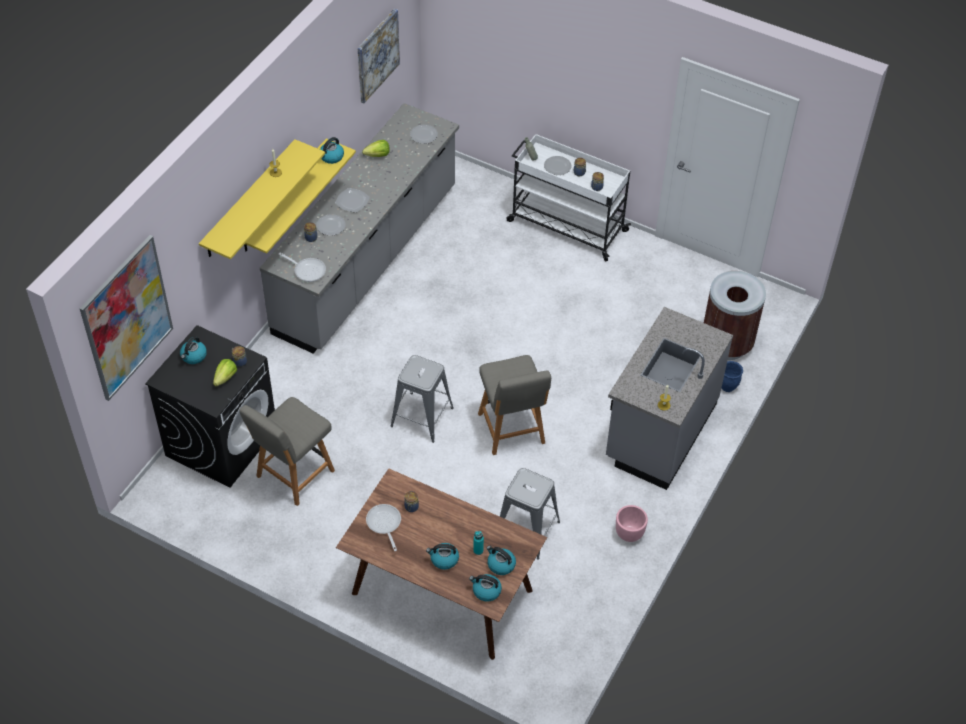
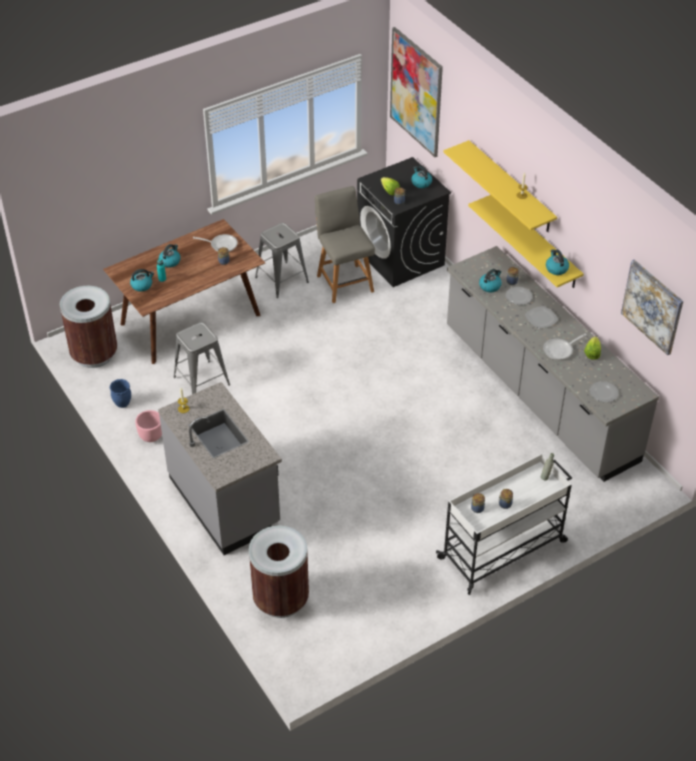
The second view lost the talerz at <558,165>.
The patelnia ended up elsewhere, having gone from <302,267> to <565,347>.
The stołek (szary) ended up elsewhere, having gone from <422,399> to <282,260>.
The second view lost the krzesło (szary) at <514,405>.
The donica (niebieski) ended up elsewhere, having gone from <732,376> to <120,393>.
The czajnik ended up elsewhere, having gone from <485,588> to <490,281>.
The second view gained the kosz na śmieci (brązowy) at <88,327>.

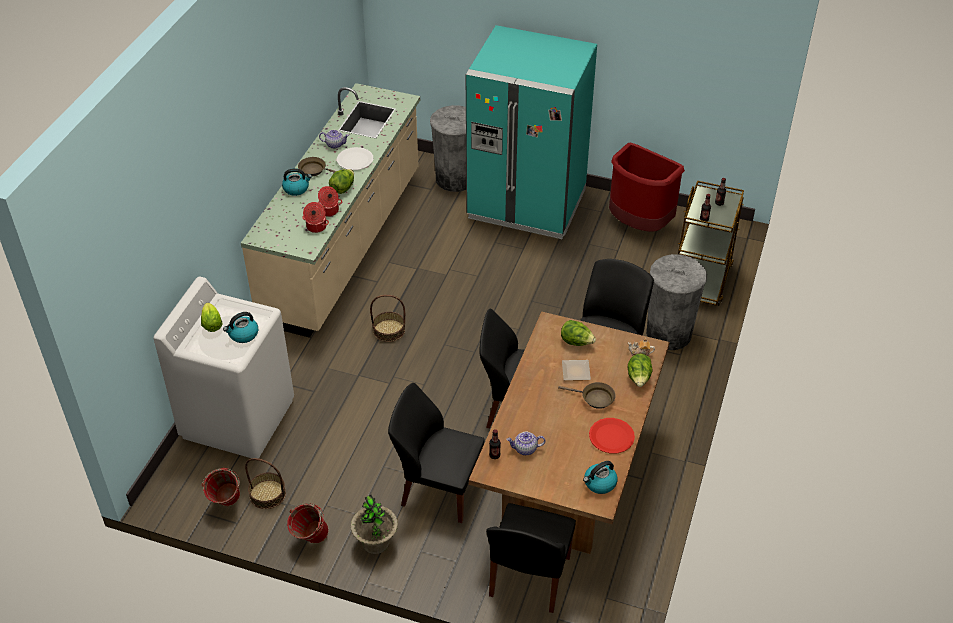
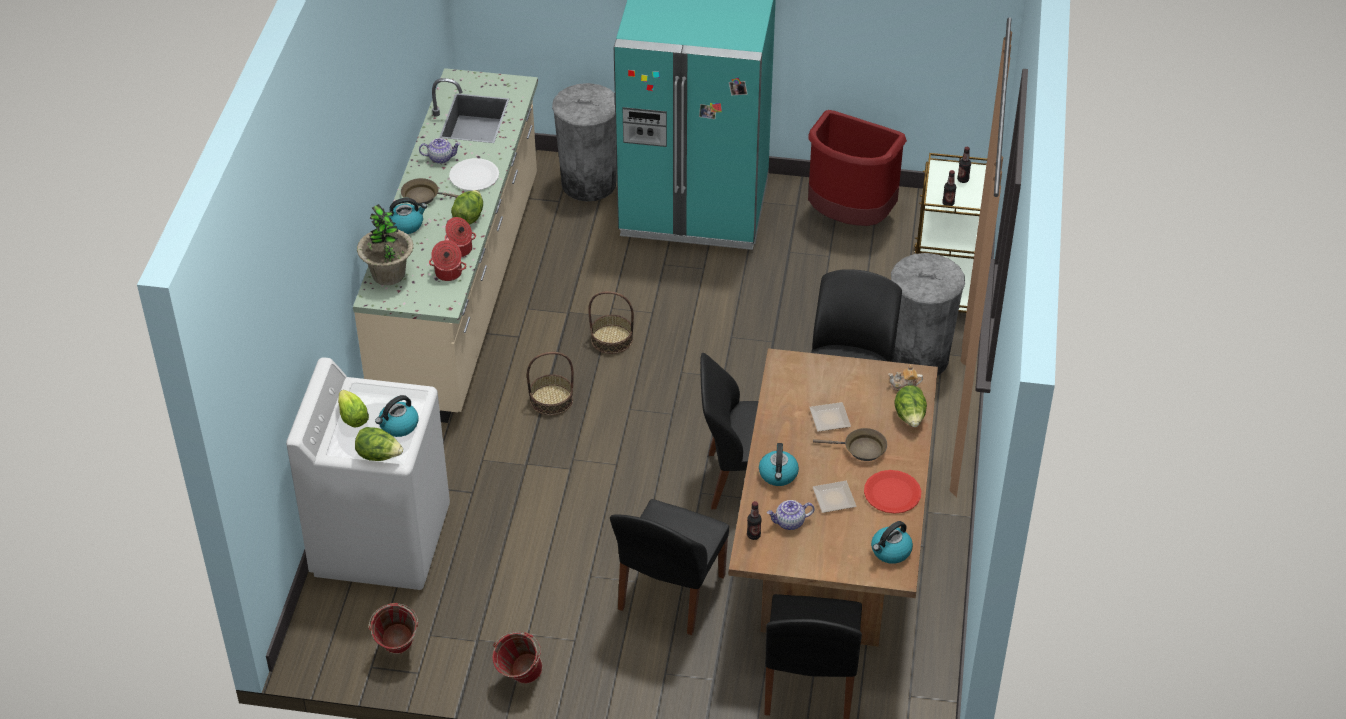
The sałata ended up elsewhere, having gone from <578,333> to <379,444>.
The krzesło (czarny) at <436,453> ended up facing another way, 75 degrees counterclockwise from before.
The koszyk ended up elsewhere, having gone from <265,483> to <611,322>.
The roślina doniczkowa ended up elsewhere, having gone from <374,524> to <385,244>.
The second view gained the czajnik at <779,464>.
The second view gained the talerz at <834,497>.

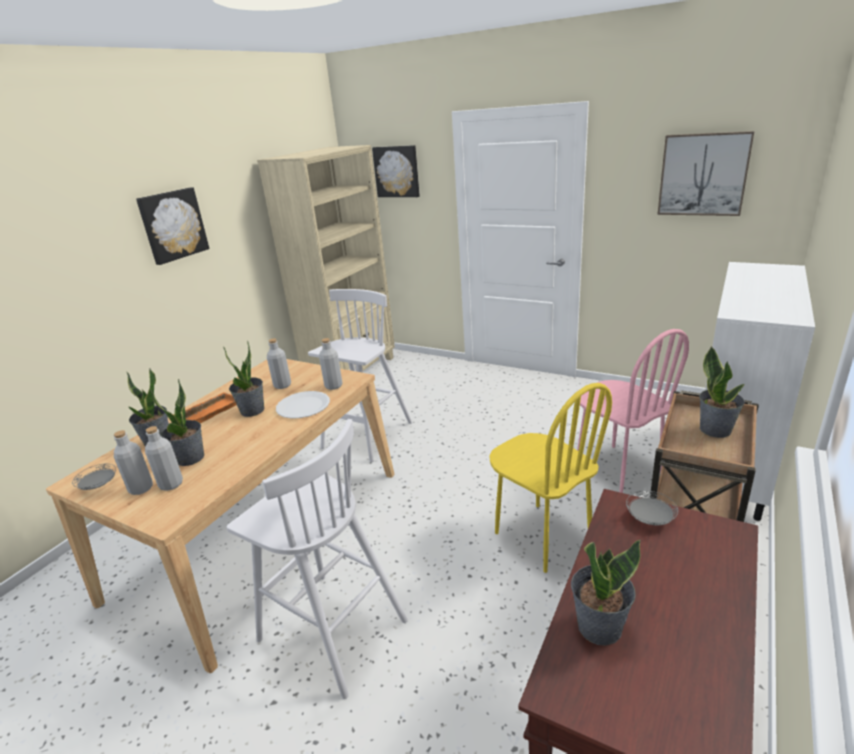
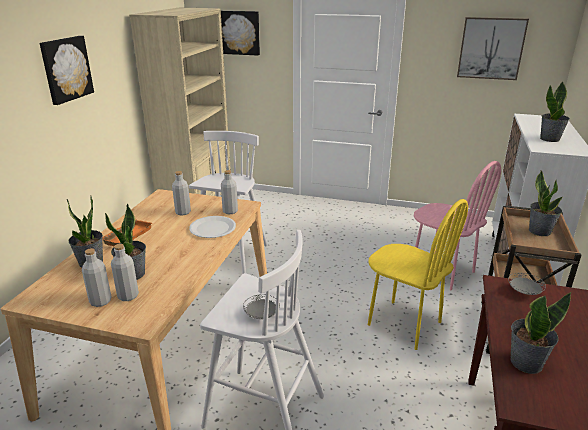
The roślina doniczkowa ended up elsewhere, having gone from <244,378> to <555,111>.
The talerz (szary) ended up elsewhere, having gone from <94,477> to <261,306>.

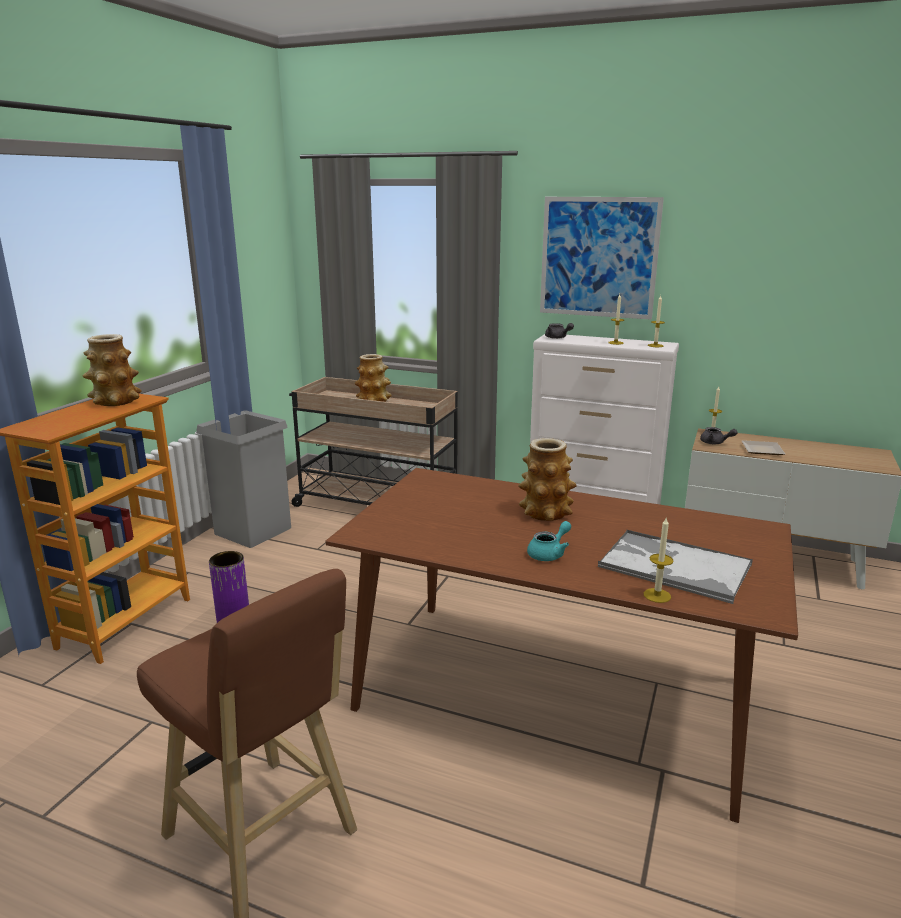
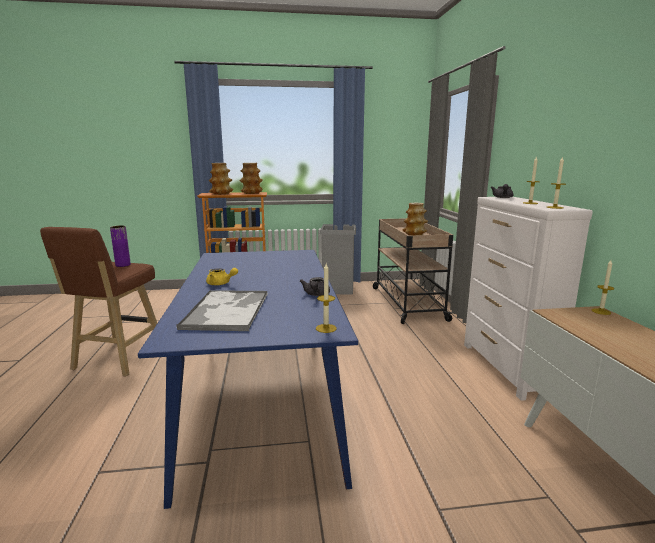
The second view lost the obraz at <602,258>.
The imbryk (szary) ended up elsewhere, having gone from <719,435> to <315,286>.
The wazon ended up elsewhere, having gone from <547,479> to <221,179>.
The second view lost the talerz at <763,447>.
What was the stół jadalny (brązowy) at <561,645> turned into the stół jadalny (niebieski) at <248,379>.
The świeca ended up elsewhere, having gone from <659,560> to <326,298>.
What was the imbryk (turkusowy) at <549,541> turned into the imbryk (żółty) at <222,276>.

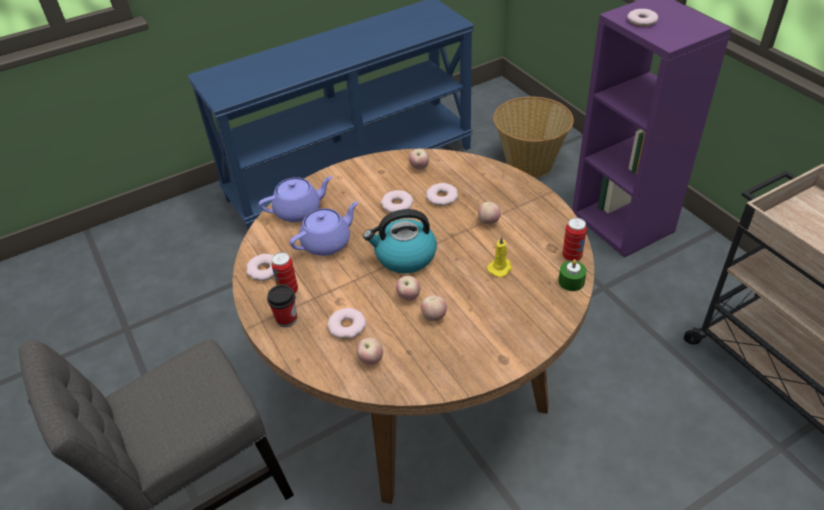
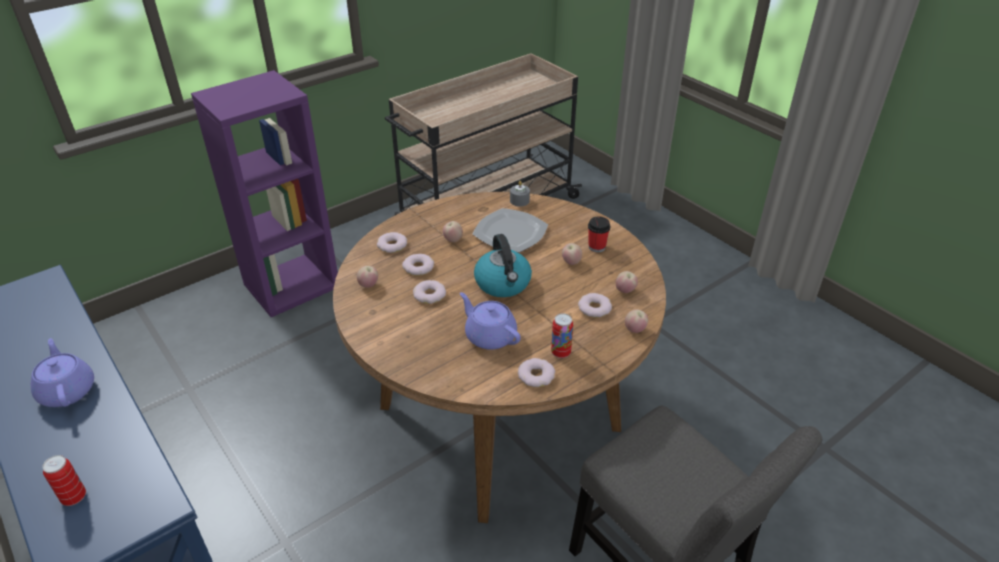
The donut ended up elsewhere, having gone from <642,17> to <392,242>.
The second view lost the koszyk at <533,137>.
The imbryk (fioletowy) ended up elsewhere, having gone from <296,199> to <62,372>.
The puszka ended up elsewhere, having gone from <574,239> to <64,480>.
Where the świeca (żółty) stood at <499,256>, the talerz came to stand at <510,230>.
What was the świeca (zielony) at <572,275> turned into the świeca (szary) at <520,194>.
The jabłko ended up elsewhere, having gone from <408,288> to <636,321>.
The filiżanka ended up elsewhere, having gone from <282,305> to <599,234>.

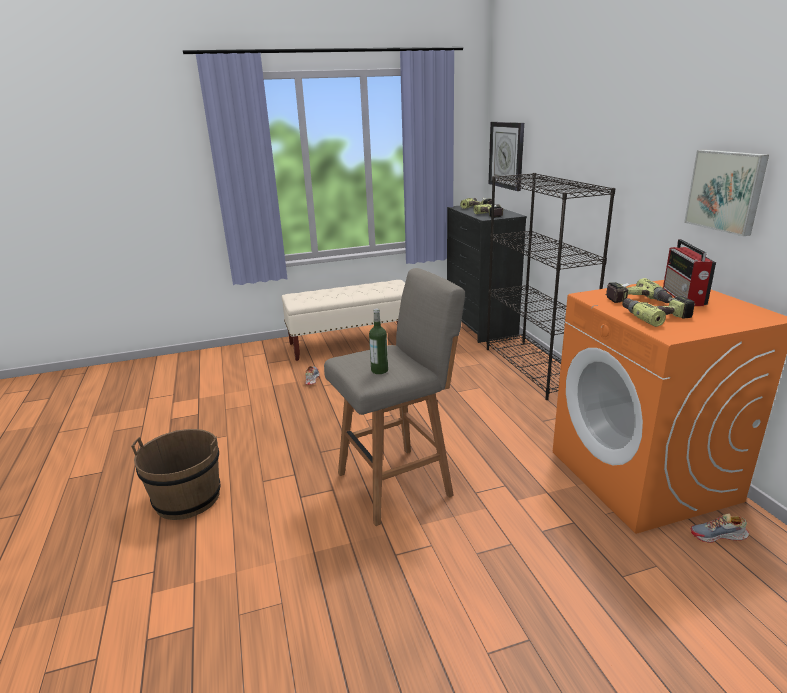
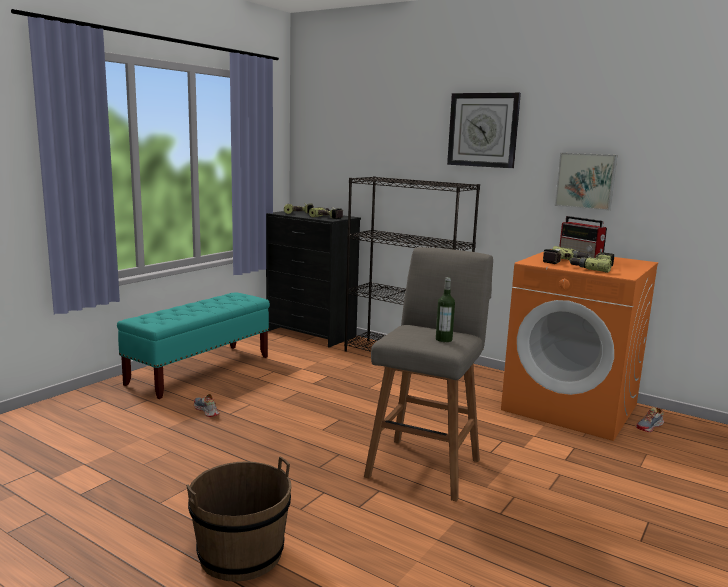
The zegar ścienny ended up elsewhere, having gone from <506,156> to <484,130>.
What was the ławka (beżowy) at <343,320> turned into the ławka (turkusowy) at <193,346>.

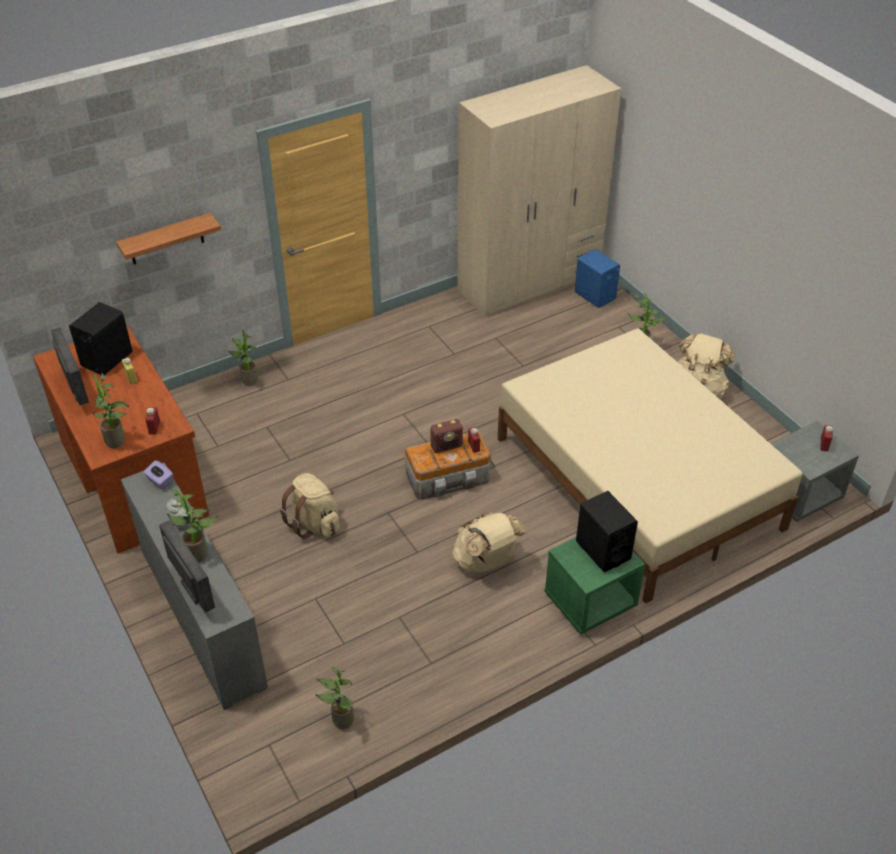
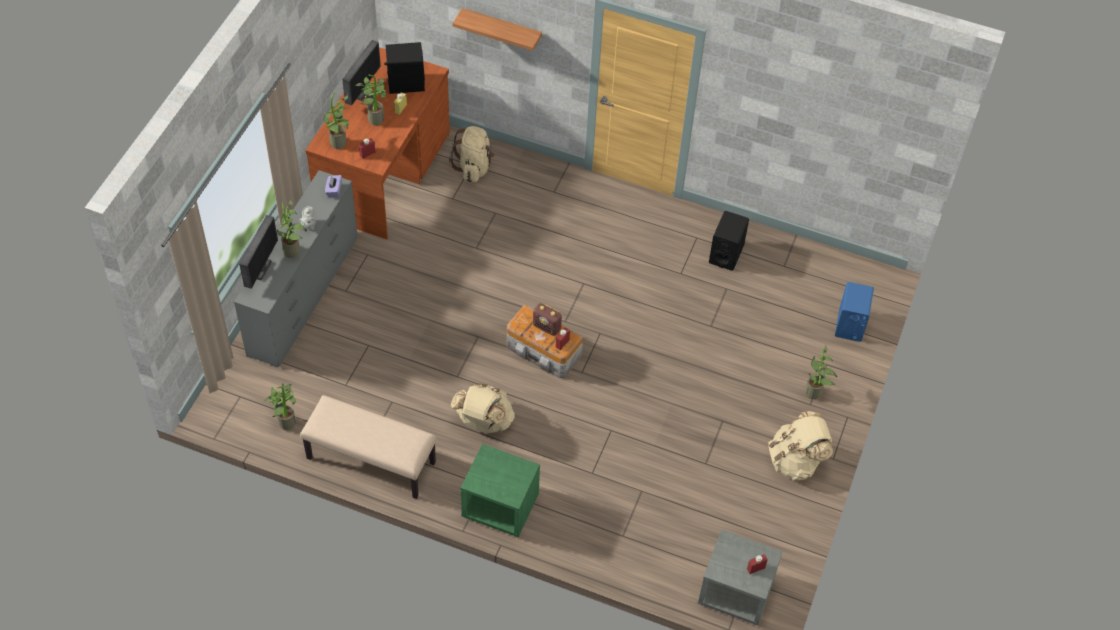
The second view lost the szafa (beżowy) at <539,191>.
The second view lost the łóżko (beżowy) at <650,466>.
The roślina doniczkowa ended up elsewhere, having gone from <243,357> to <370,100>.
The plecak (beżowy) ended up elsewhere, having gone from <310,506> to <472,154>.
The głośnik (czarny) ended up elsewhere, having gone from <607,531> to <729,241>.
The second view gained the ławka (beżowy) at <368,447>.

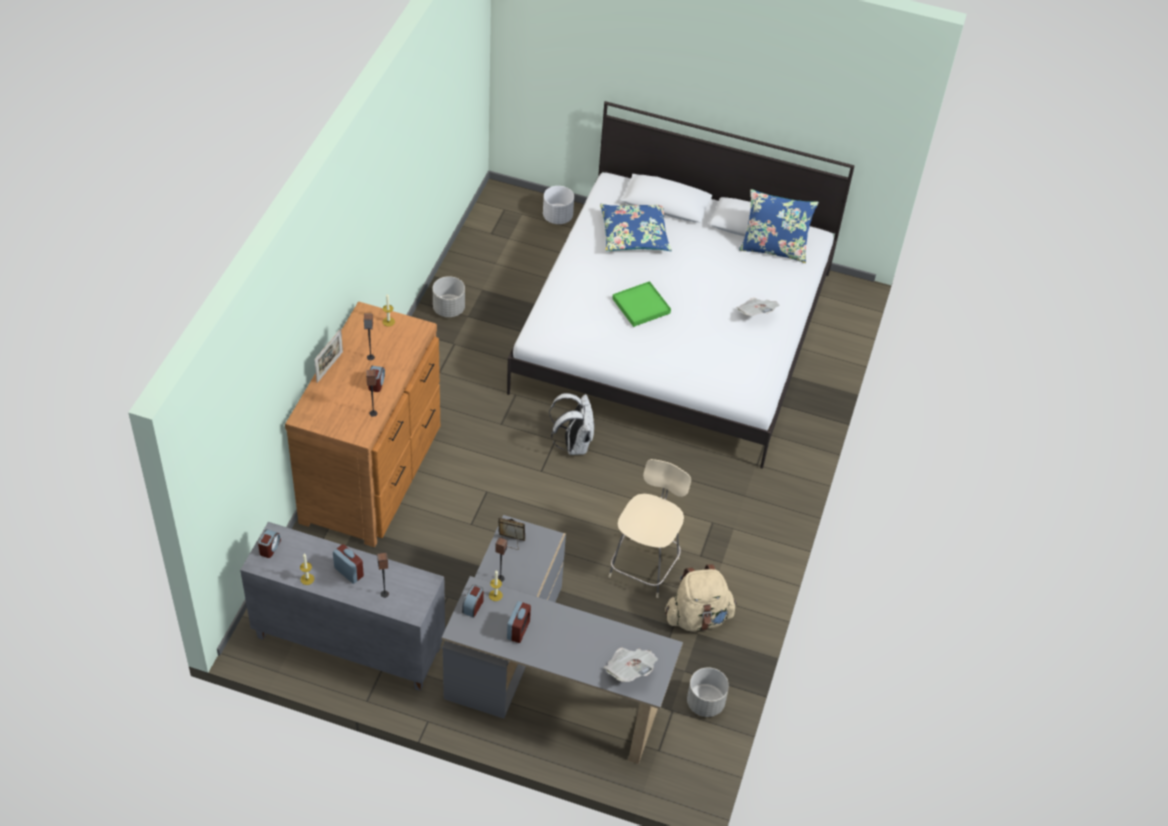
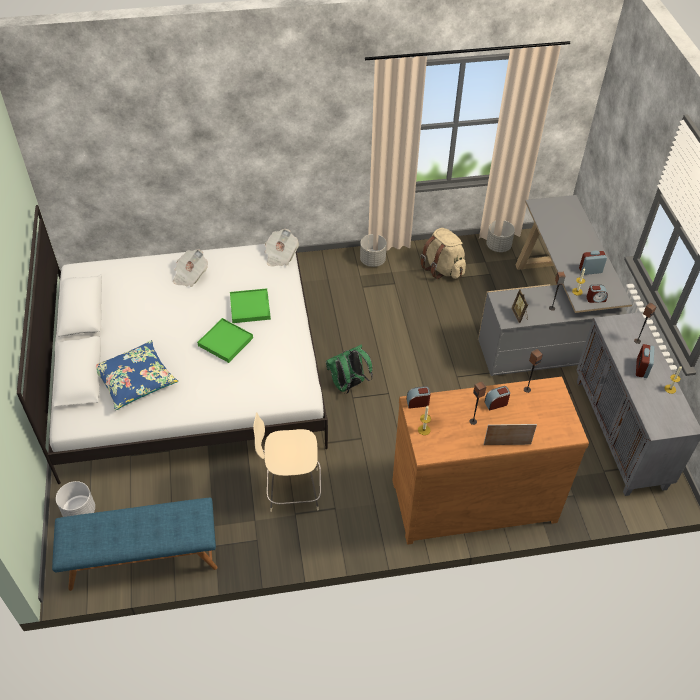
The second view lost the poduszka (niebieski) at <779,226>.
The donica (szary) ended up elsewhere, having gone from <449,296> to <373,250>.
What was the plecak (biały) at <572,424> turned into the plecak (zielony) at <349,369>.
The krzesło (beżowy) ended up elsewhere, having gone from <649,528> to <287,462>.
The budzik ended up elsewhere, having gone from <269,543> to <419,397>.
The gazeta ended up elsewhere, having gone from <631,665> to <282,247>.
The second view gained the taca (zielony) at <250,305>.
The second view gained the ławka (niebieski) at <134,544>.

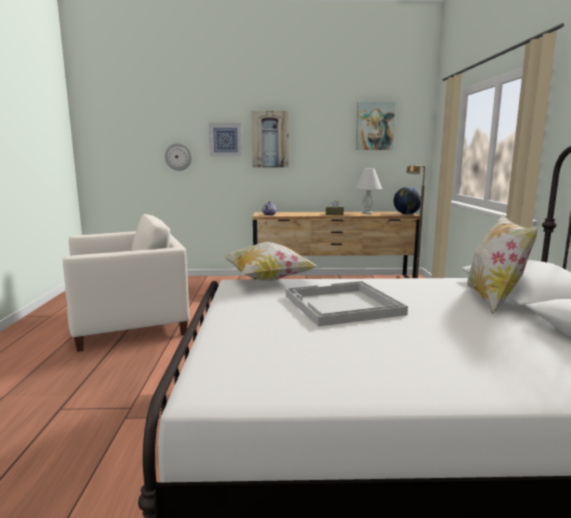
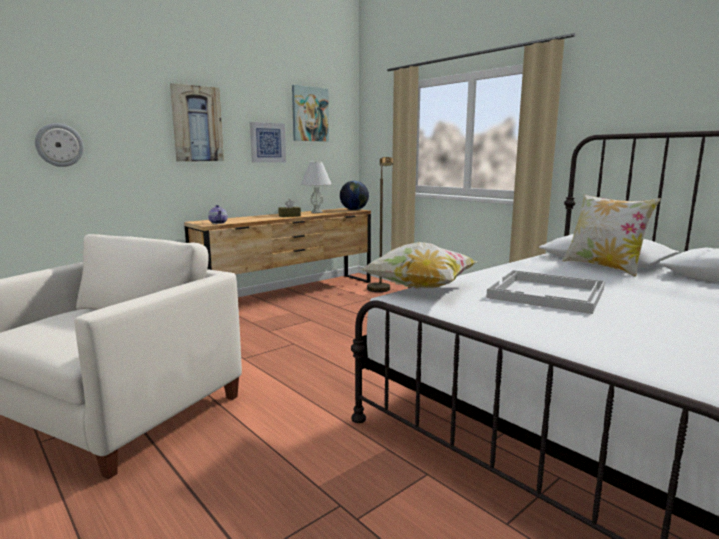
The obraz ended up elsewhere, having gone from <225,139> to <268,142>.

